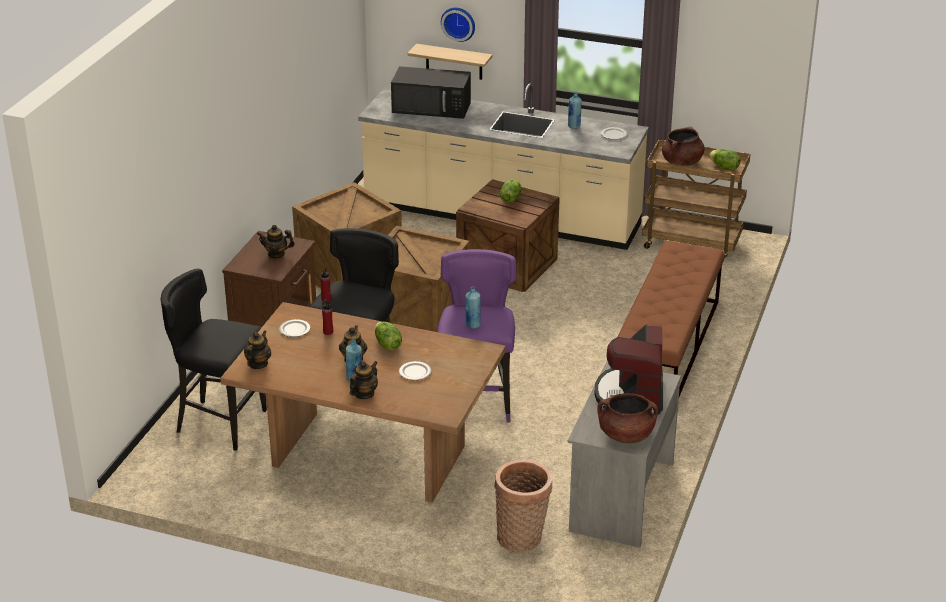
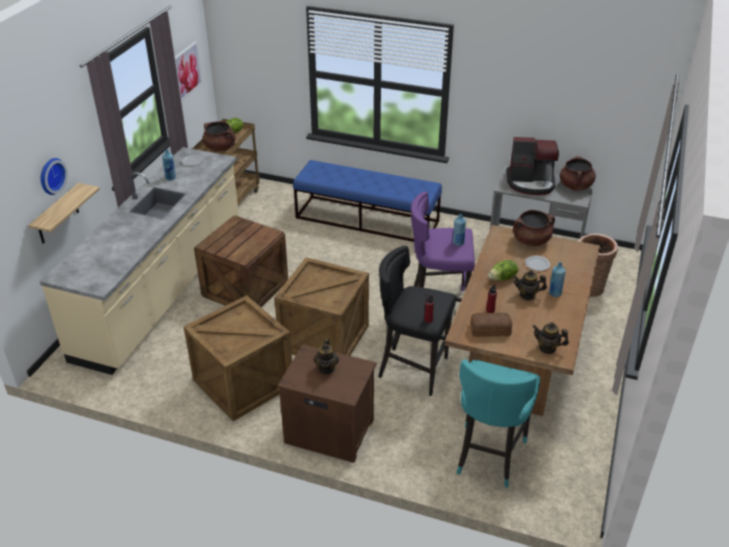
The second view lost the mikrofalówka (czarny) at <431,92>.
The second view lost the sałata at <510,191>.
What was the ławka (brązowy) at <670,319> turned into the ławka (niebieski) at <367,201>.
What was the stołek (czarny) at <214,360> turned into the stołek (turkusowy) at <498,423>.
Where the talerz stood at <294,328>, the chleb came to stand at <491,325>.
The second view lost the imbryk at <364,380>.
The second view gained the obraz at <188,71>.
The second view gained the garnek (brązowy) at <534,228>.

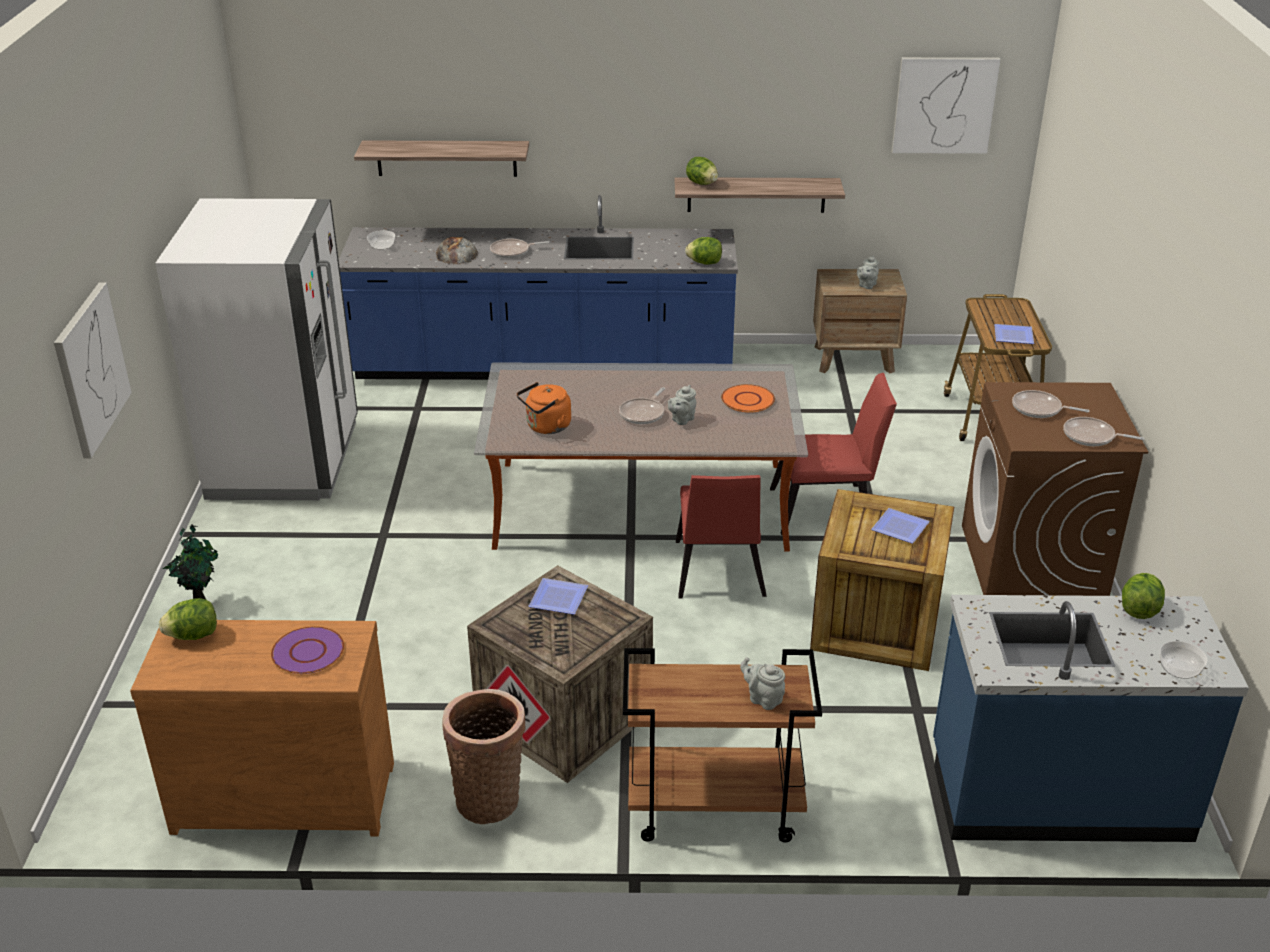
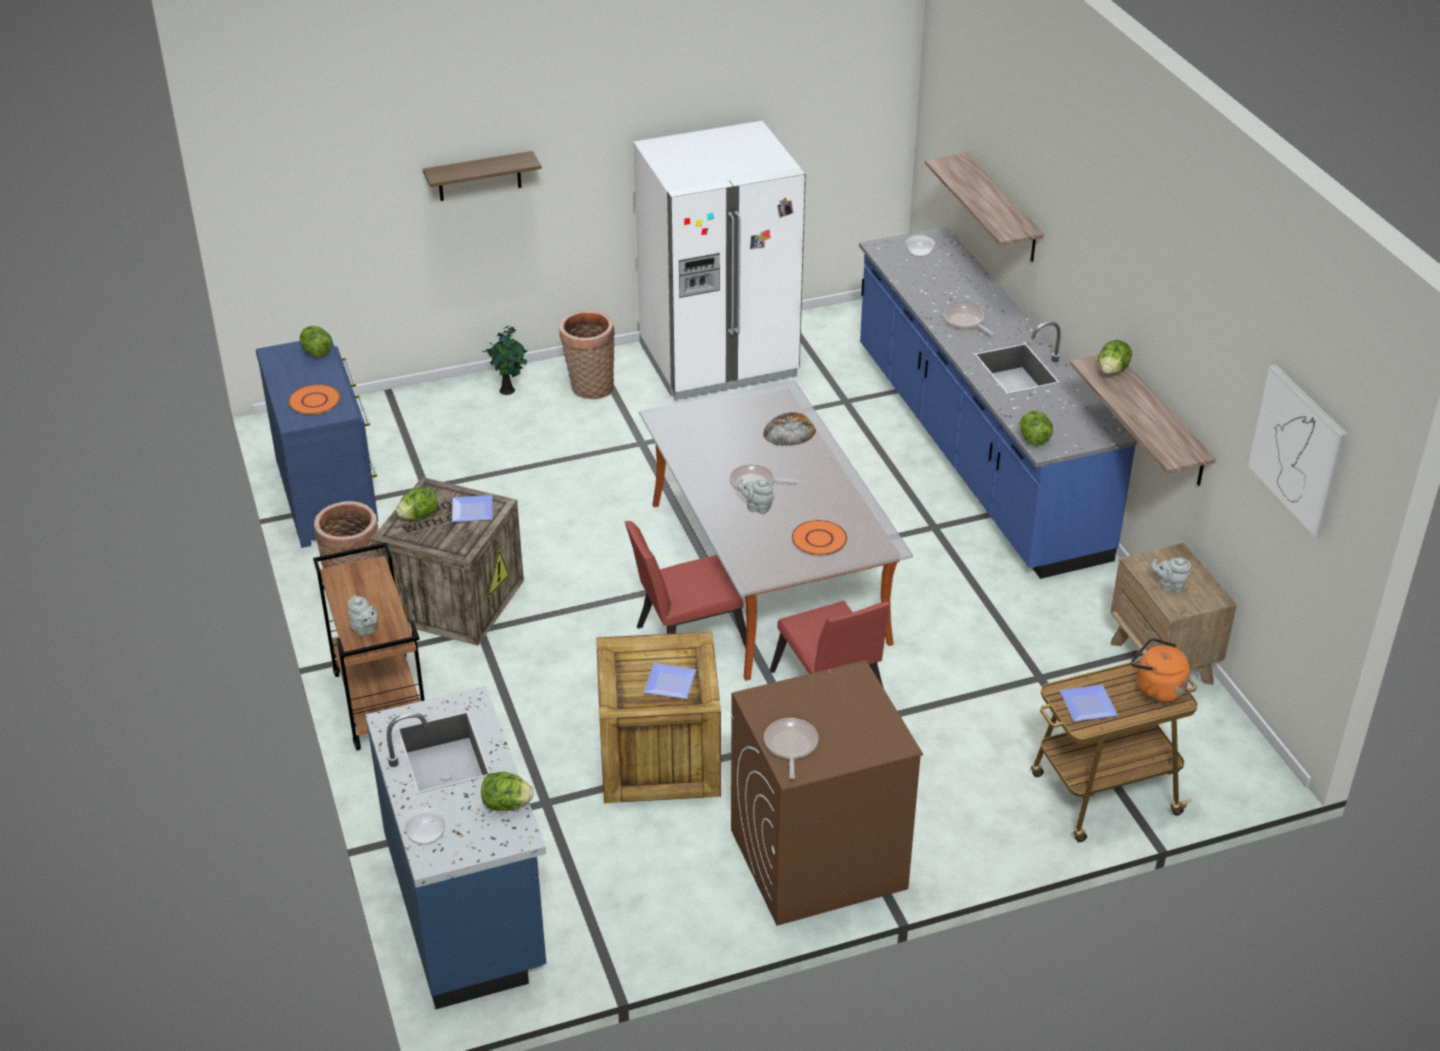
The chleb ended up elsewhere, having gone from <457,251> to <789,429>.
Where the obraz hung at <93,370>, the półka came to hang at <482,176>.
The czajnik (pomarańczowy) ended up elsewhere, having gone from <544,408> to <1160,670>.
The second view lost the patelnia at <1051,404>.
What was the komoda (brązowy) at <262,728> turned into the komoda (niebieski) at <317,442>.
What was the talerz (fioletowy) at <307,650> turned into the talerz (pomarańczowy) at <314,399>.
The imbryk (szary) at <762,683> ended up facing another way, 120 degrees clockwise from before.
The second view gained the koszyk at <587,354>.
The second view gained the sałata at <417,503>.

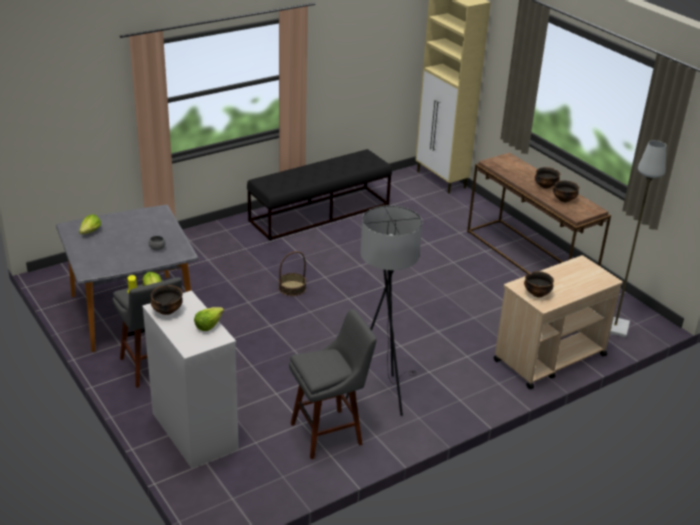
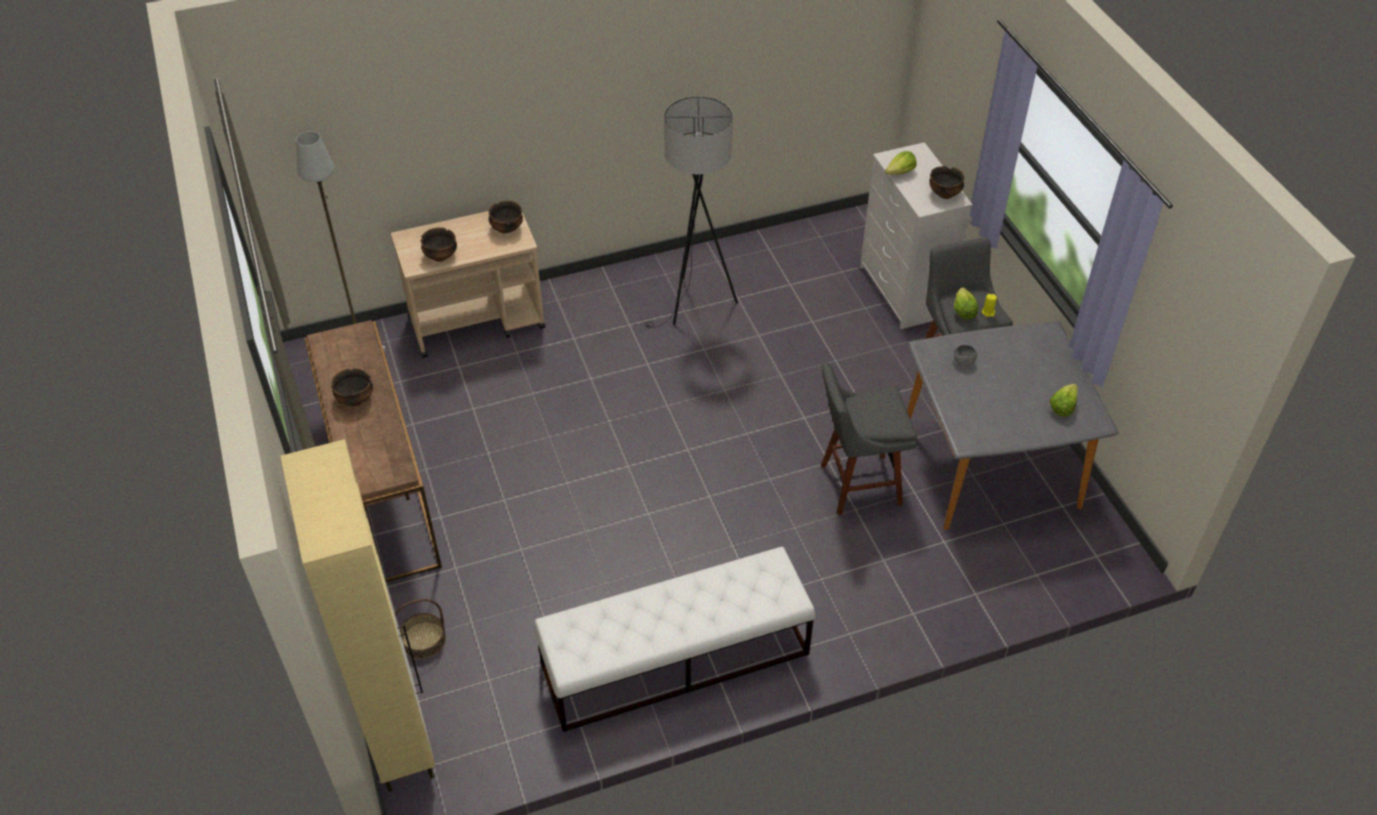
What was the ławka (czarny) at <319,195> turned into the ławka (biały) at <674,639>.
The miska ended up elsewhere, having gone from <566,191> to <438,244>.
The koszyk ended up elsewhere, having gone from <292,273> to <420,629>.
The stołek (szary) ended up elsewhere, having gone from <333,384> to <869,438>.

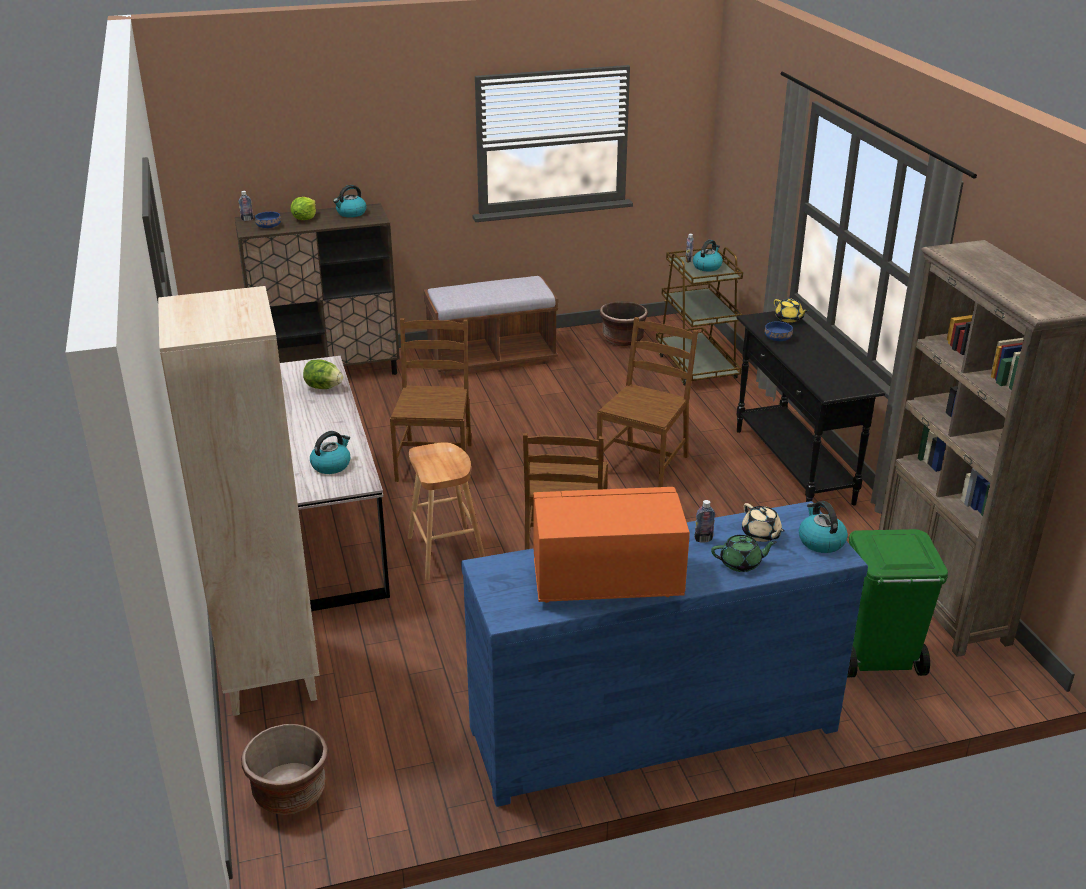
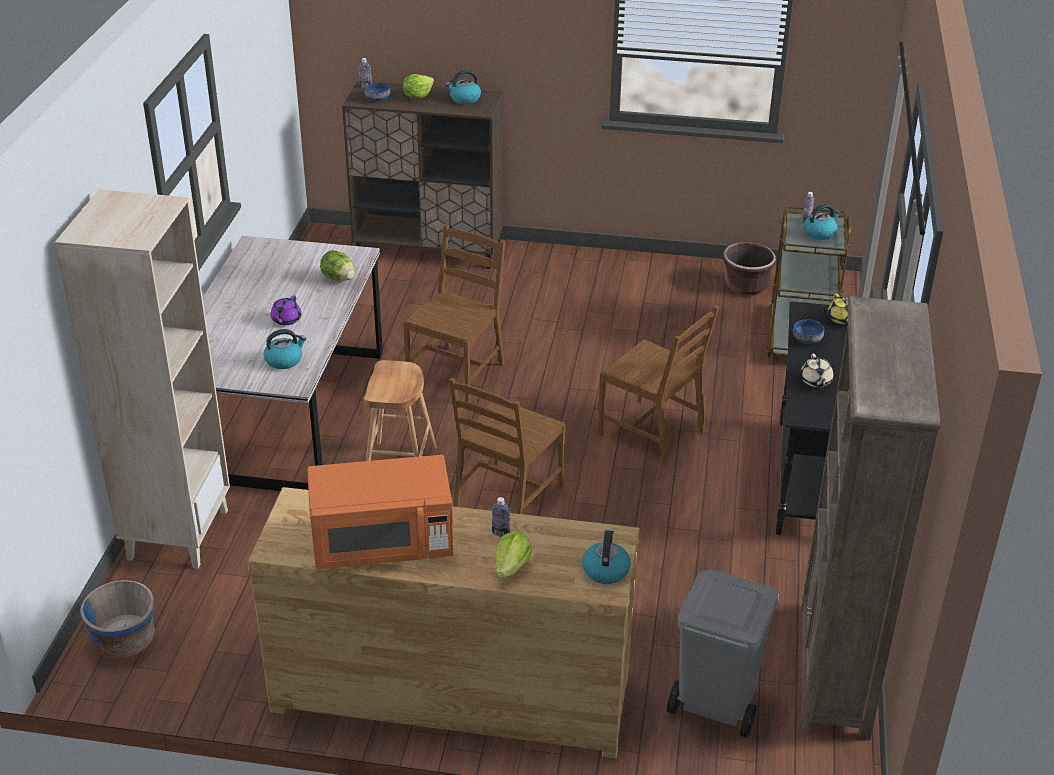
The second view lost the ławka (brązowy) at <491,326>.
The krzesło (brązowy) at <647,402> ended up facing another way, 75 degrees clockwise from before.
The mikrofalówka (pomarańczowy) at <611,545> ended up facing another way, 150 degrees clockwise from before.
What was the komoda (niebieski) at <664,654> turned into the komoda (brązowy) at <443,623>.
The imbryk (beżowy) ended up elsewhere, having gone from <763,522> to <817,370>.
What was the kosz na śmieci (zielony) at <897,603> turned into the kosz na śmieci (szary) at <723,653>.
Where the imbryk (zielony) stood at <744,553>, the sałata came to stand at <513,555>.
What was the donica (brązowy) at <285,769> turned into the donica (niebieski) at <118,619>.
The second view gained the imbryk (fioletowy) at <286,310>.

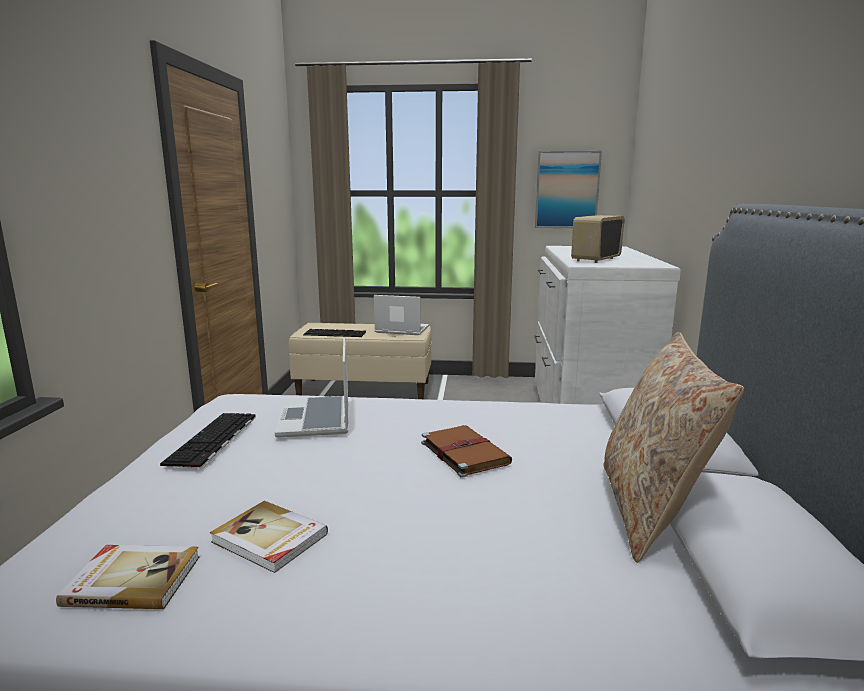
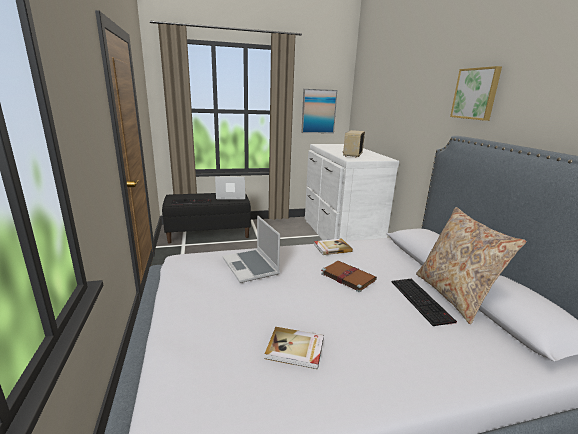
What was the ławka (beżowy) at <360,361> turned into the ławka (czarny) at <206,218>.
The klawiatura ended up elsewhere, having gone from <208,440> to <424,302>.
The książka ended up elsewhere, having gone from <128,577> to <333,246>.
The second view gained the obraz at <476,93>.

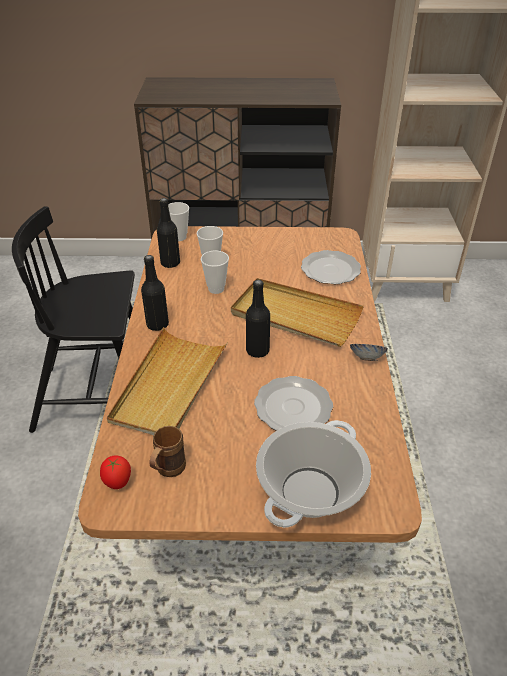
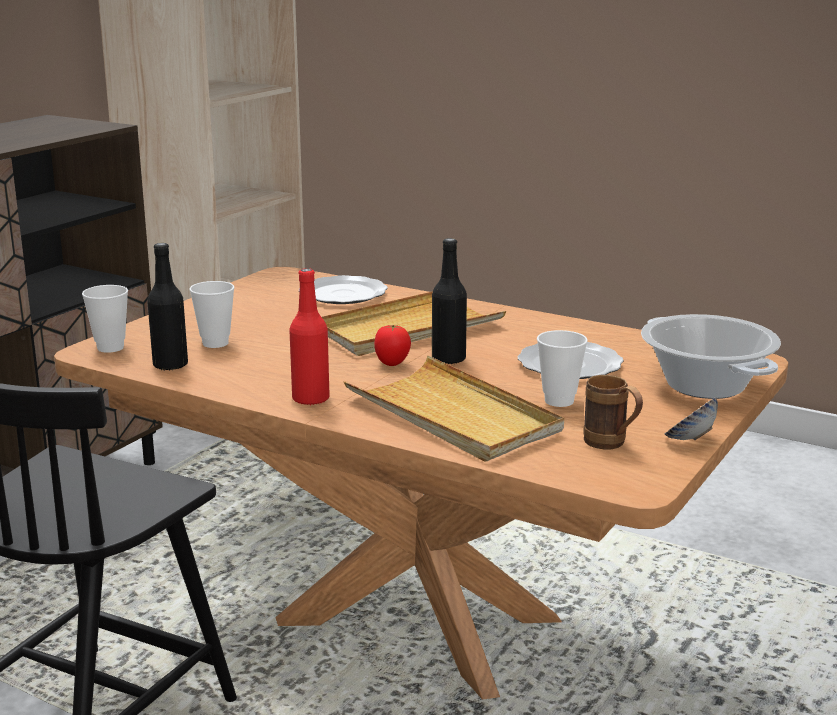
The filiżanka ended up elsewhere, having gone from <215,272> to <562,368>.
What was the butelka (czarny) at <155,293> turned into the butelka (czerwony) at <309,336>.
The miska ended up elsewhere, having gone from <369,352> to <691,418>.
The pomidor ended up elsewhere, having gone from <115,472> to <392,345>.

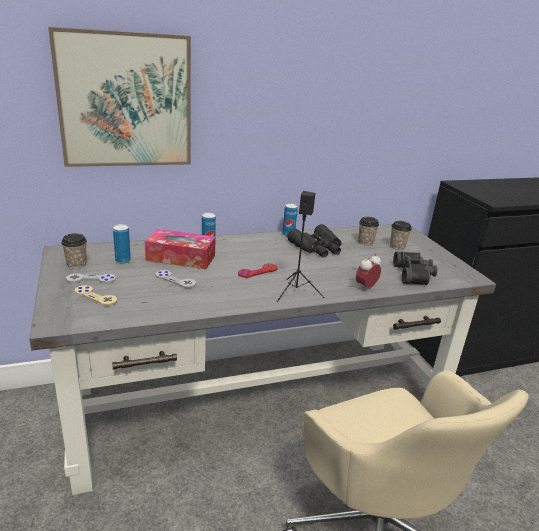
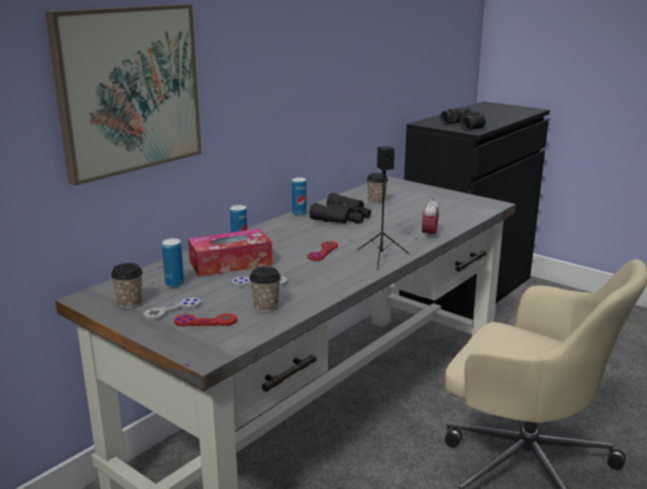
The filiżanka ended up elsewhere, having gone from <401,235> to <265,289>.
The lornetka (czarny) ended up elsewhere, having gone from <415,268> to <463,119>.
What was the pad do gier (beżowy) at <96,295> turned into the pad do gier (czerwony) at <205,320>.

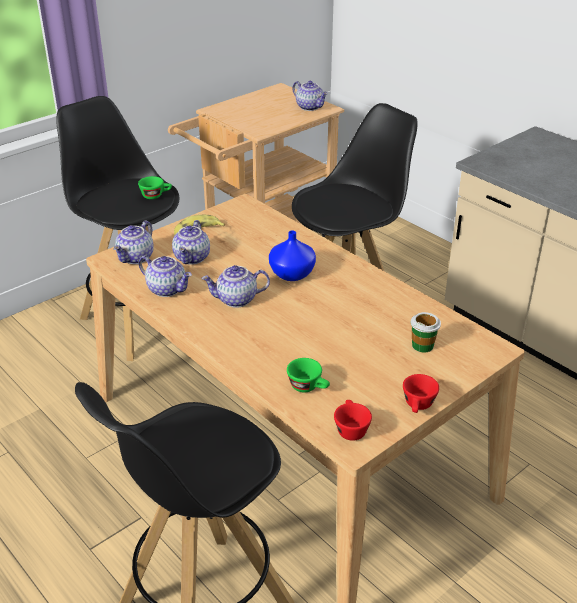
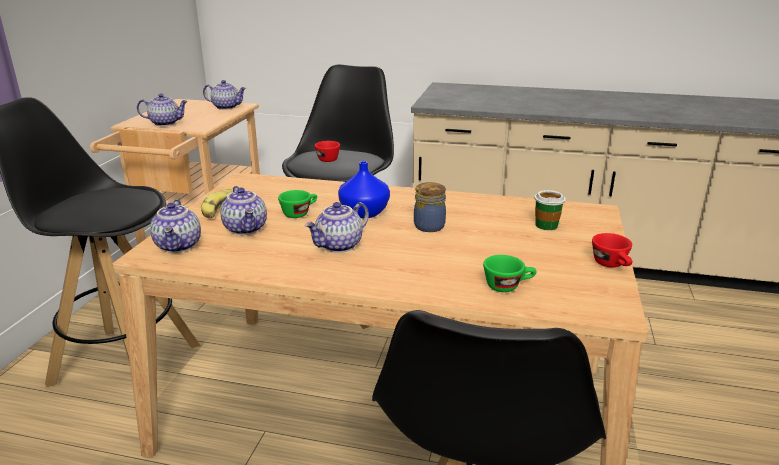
The filiżanka (zielony) ended up elsewhere, having gone from <155,187> to <297,204>.
The imbryk ended up elsewhere, having gone from <165,276> to <162,110>.
The filiżanka (czerwony) ended up elsewhere, having gone from <353,420> to <327,151>.
The second view gained the słoik at <430,207>.

